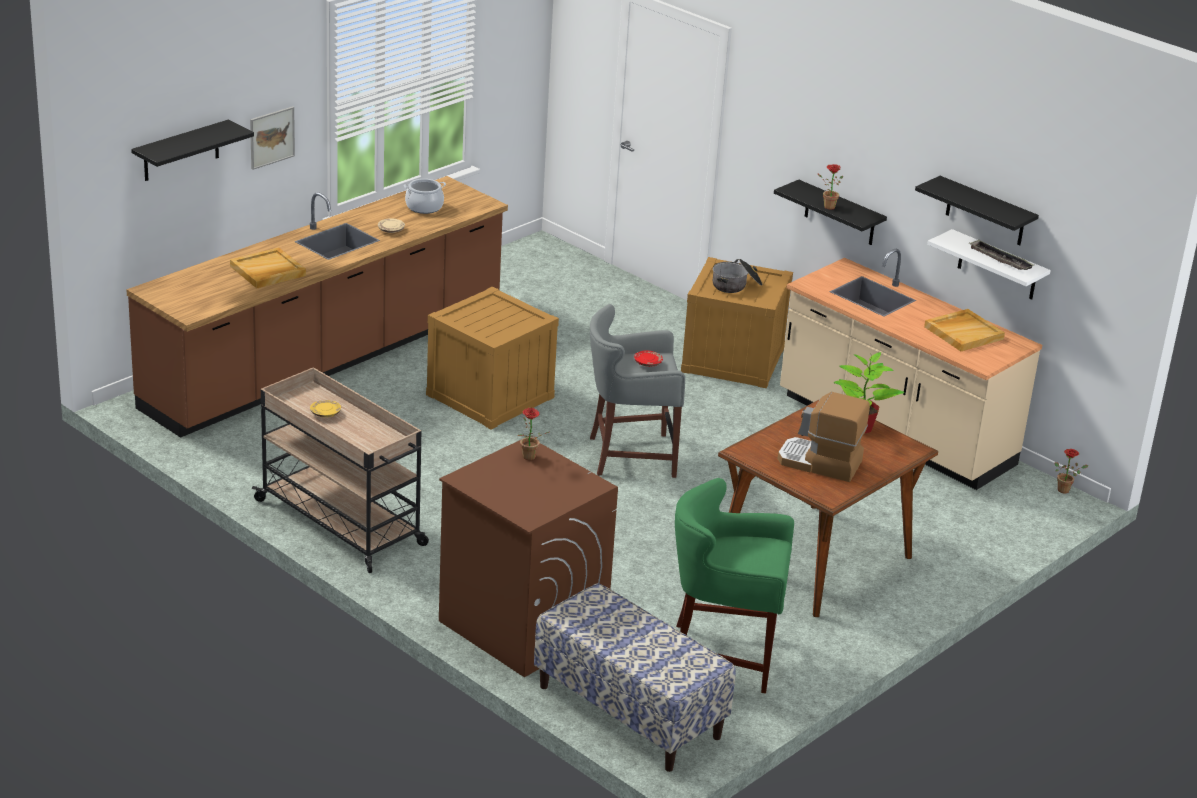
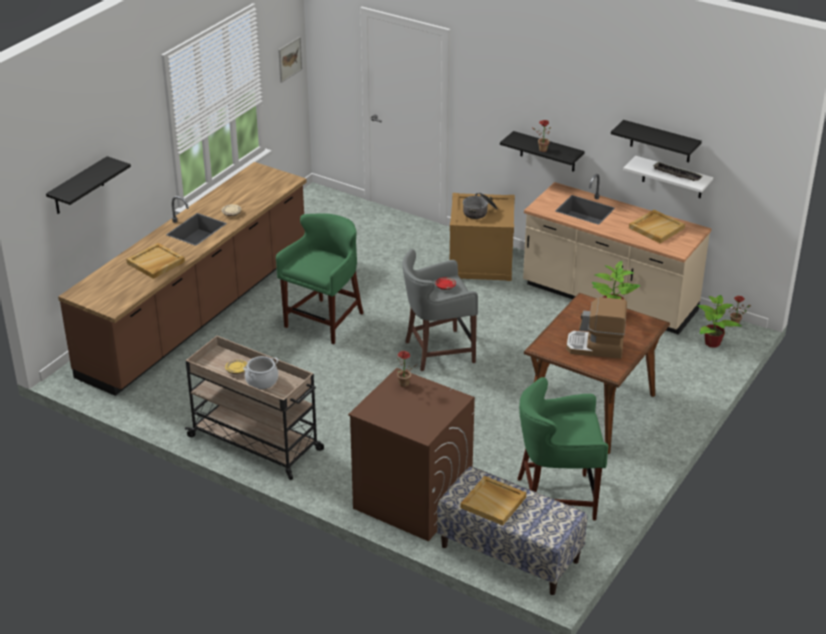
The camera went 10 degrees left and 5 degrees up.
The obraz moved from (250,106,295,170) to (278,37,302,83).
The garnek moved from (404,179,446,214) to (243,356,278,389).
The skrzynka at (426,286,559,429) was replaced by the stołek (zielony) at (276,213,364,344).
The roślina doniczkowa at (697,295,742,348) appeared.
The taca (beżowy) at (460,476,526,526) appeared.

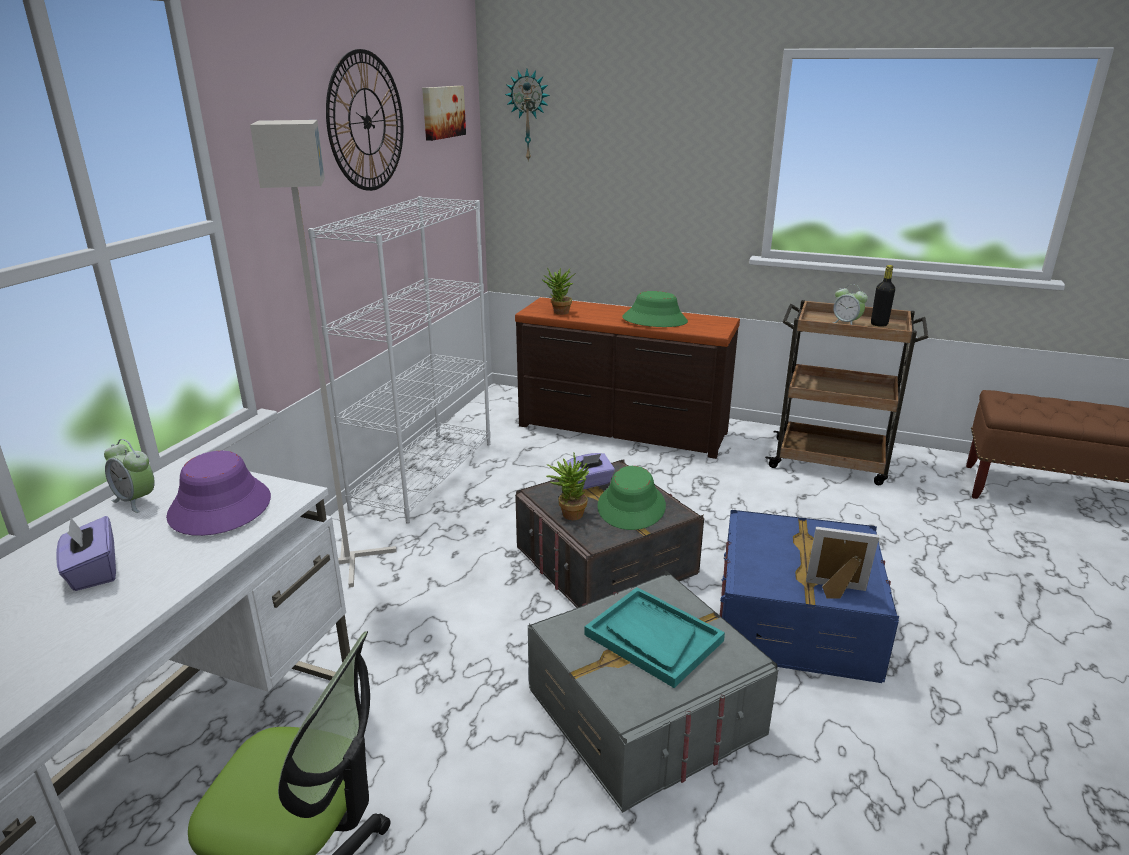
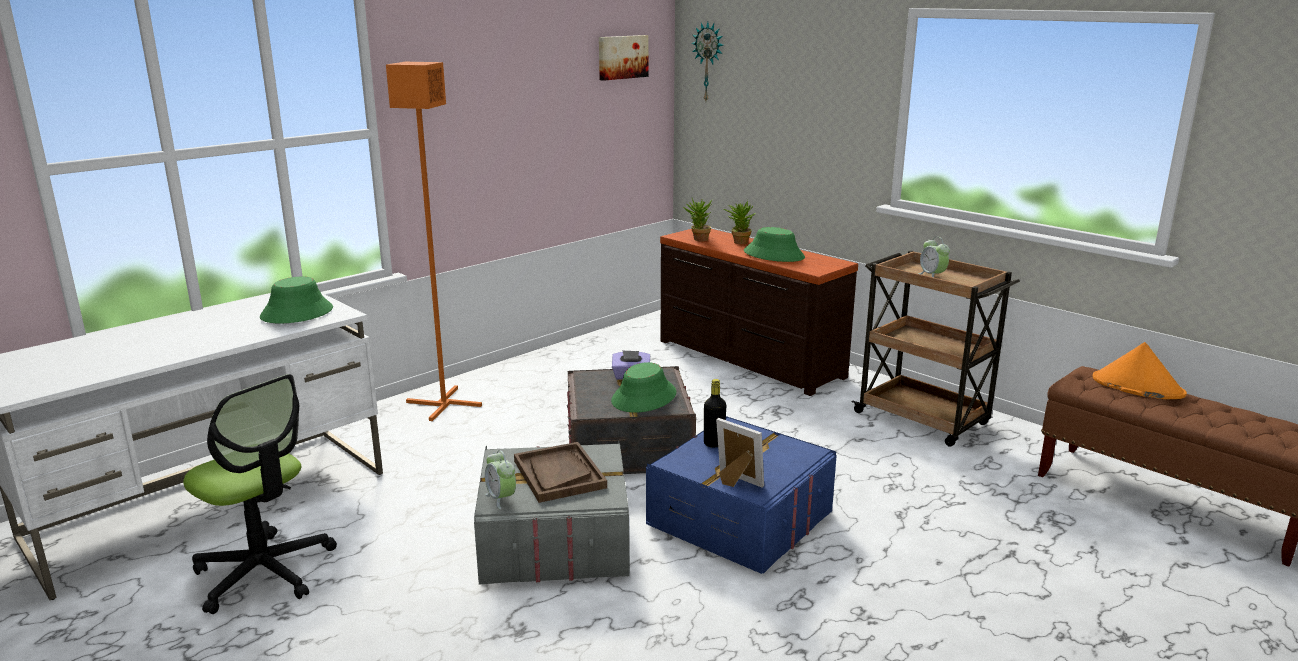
The camera went 25 degrees right and 5 degrees down.
The zegar ścienny at (326,49,403,191) disappeared.
The lampa stojąca (szary) at (250,120,397,588) became the lampa stojąca (pomarańczowy) at (386,62,482,421).
The regał (biały) at (308,196,491,524) disappeared.
The butelka (czarny) moved from (871,265,895,327) to (704,379,726,448).
The budzik moved from (104,439,155,513) to (485,450,516,509).
The kapelusz (fioletowy) at (166,451,271,536) became the kapelusz (zielony) at (260,277,333,323).
The roślina doniczkowa moved from (546,453,589,520) to (723,200,756,244).
The pudełko chusteczek (fioletowy) at (56,516,116,591) disappeared.
The taca (turkusowy) at (584,587,725,688) became the taca (brązowy) at (514,442,607,503).
The kapelusz (pomarańczowy) at (1093,342,1187,399) appeared.

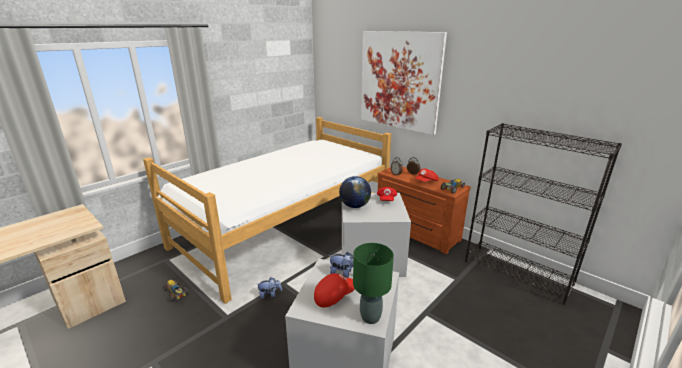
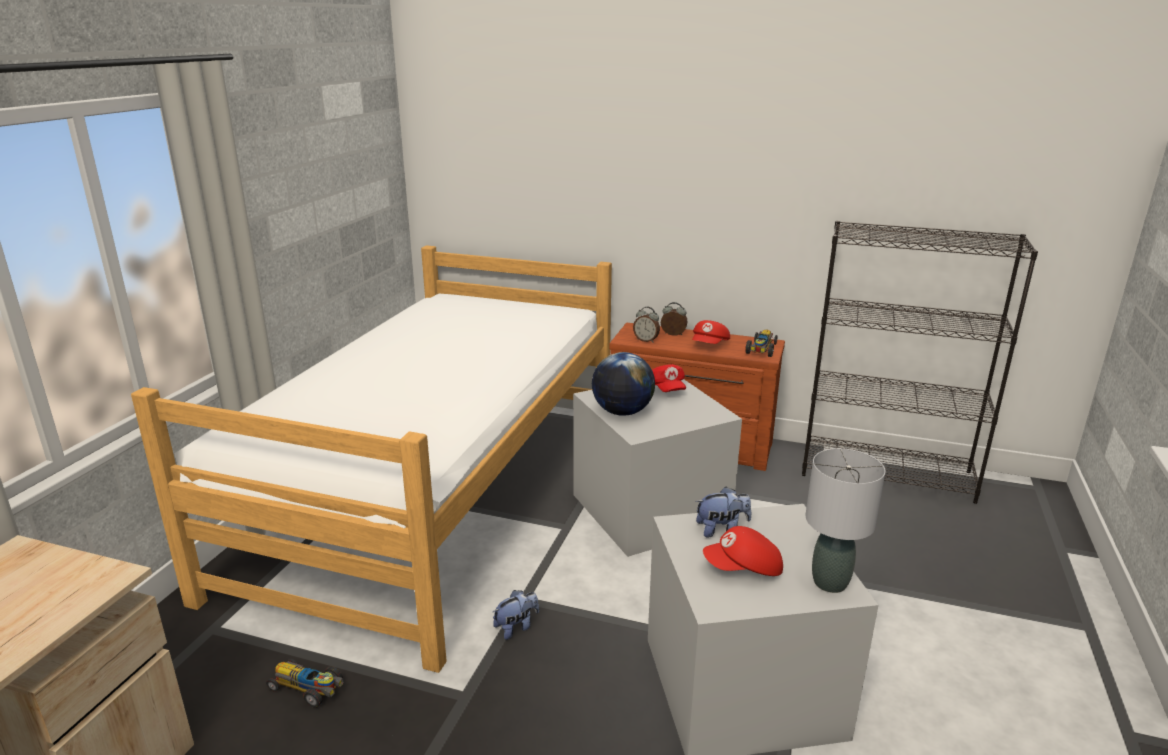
The camera went 25 degrees left and 0 degrees up.
The obraz at (361,31,447,135) disappeared.
The lampa stołowa (zielony) at (353,243,394,324) became the lampa stołowa (szary) at (805,448,886,593).
The czapka z daszkiem (czerwony) at (314,273,355,307) turned 135 degrees counterclockwise.

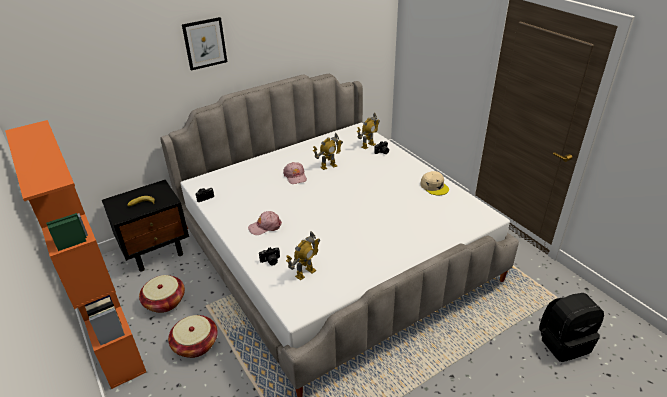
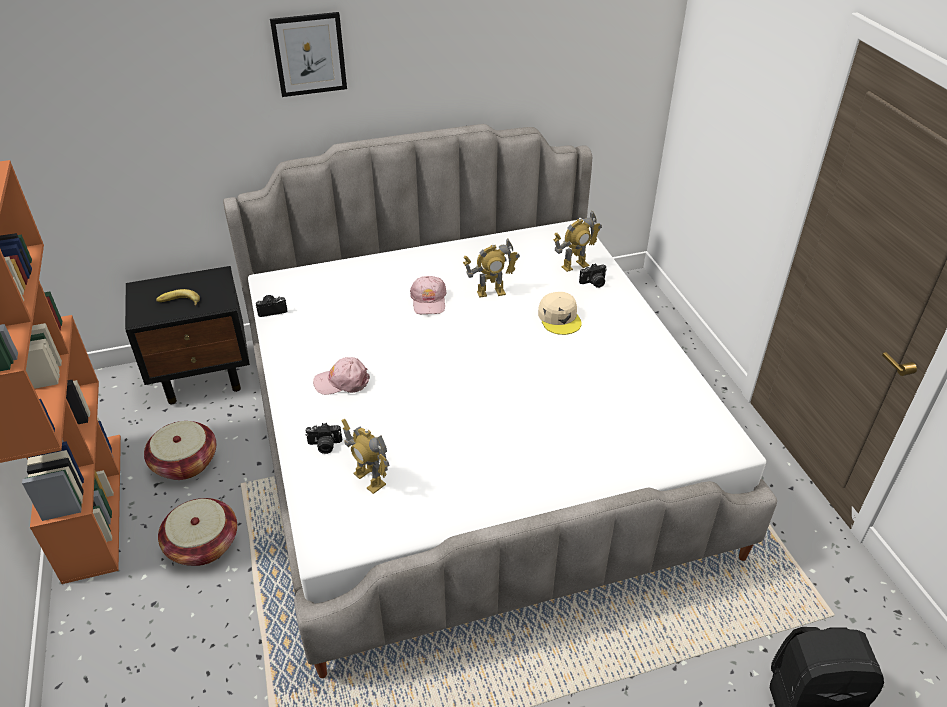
The camera went 15 degrees right and 5 degrees up.
The czapka z daszkiem (beżowy) moved from (421,171,449,195) to (538,292,582,335).
The robot zabawkowy at (286,231,320,280) turned 75 degrees clockwise.

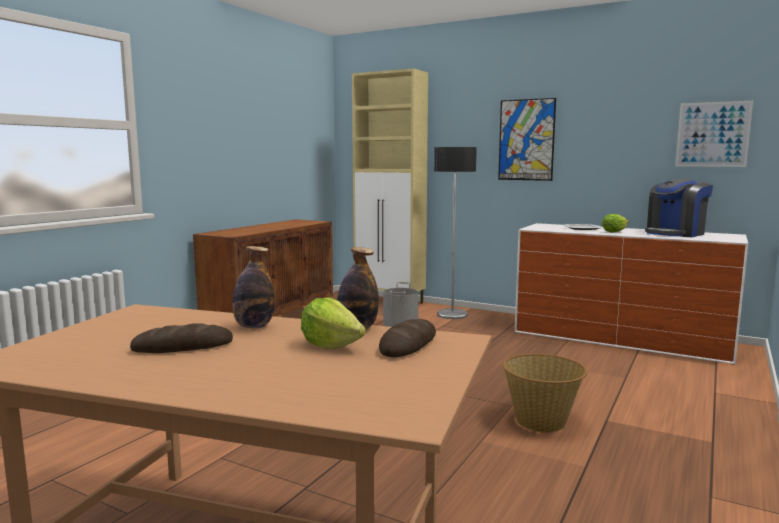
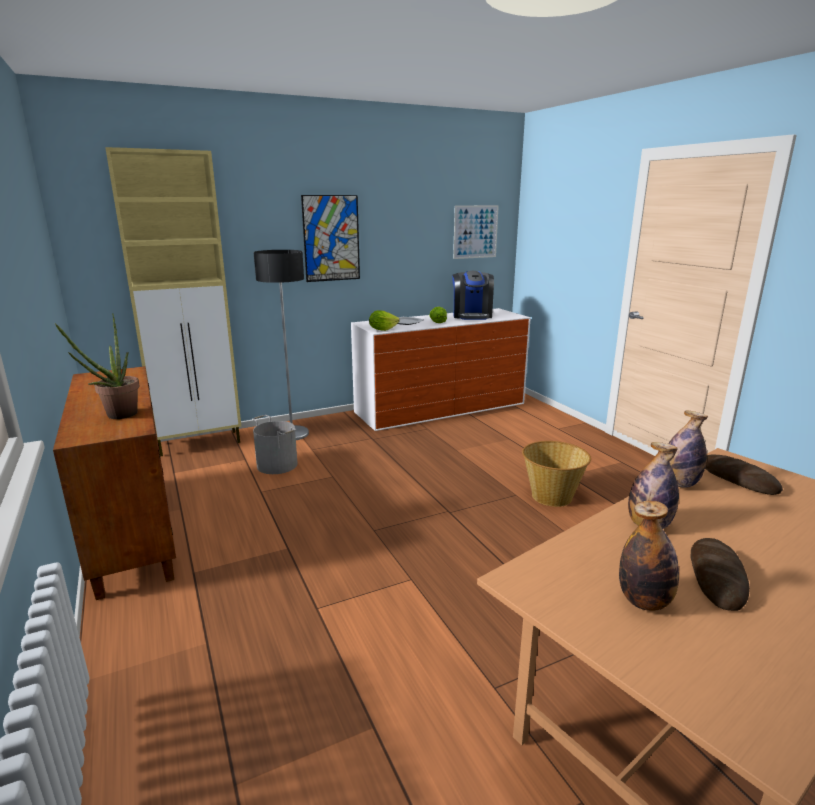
The camera went 55 degrees left and 10 degrees up.
The sałata moved from (301,297,366,349) to (369,310,400,331).
The roślina doniczkowa at (55,313,140,419) appeared.
The butelka at (619,501,679,611) appeared.

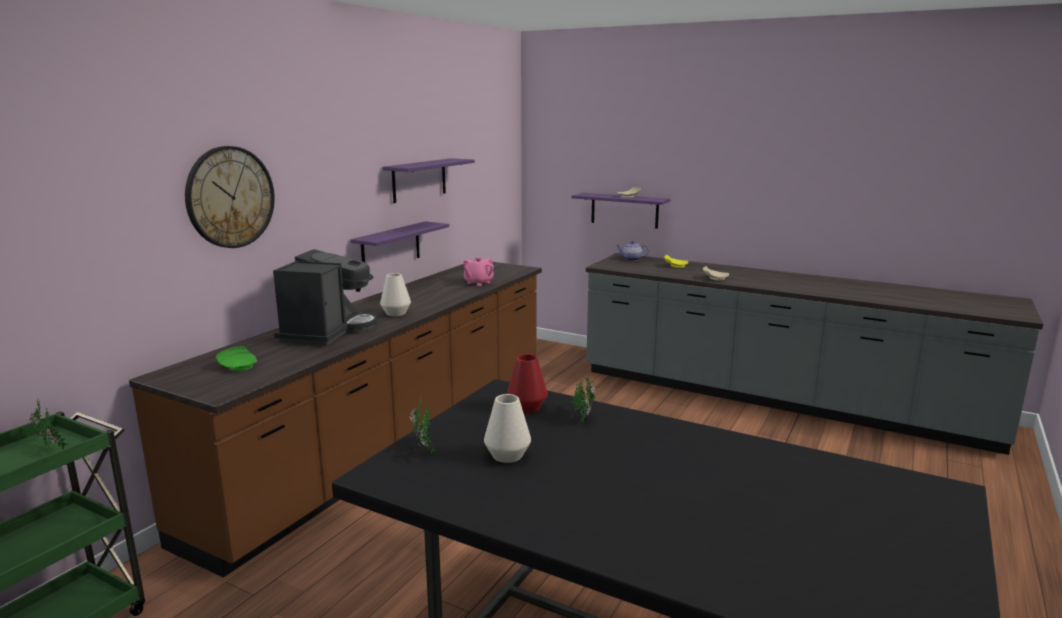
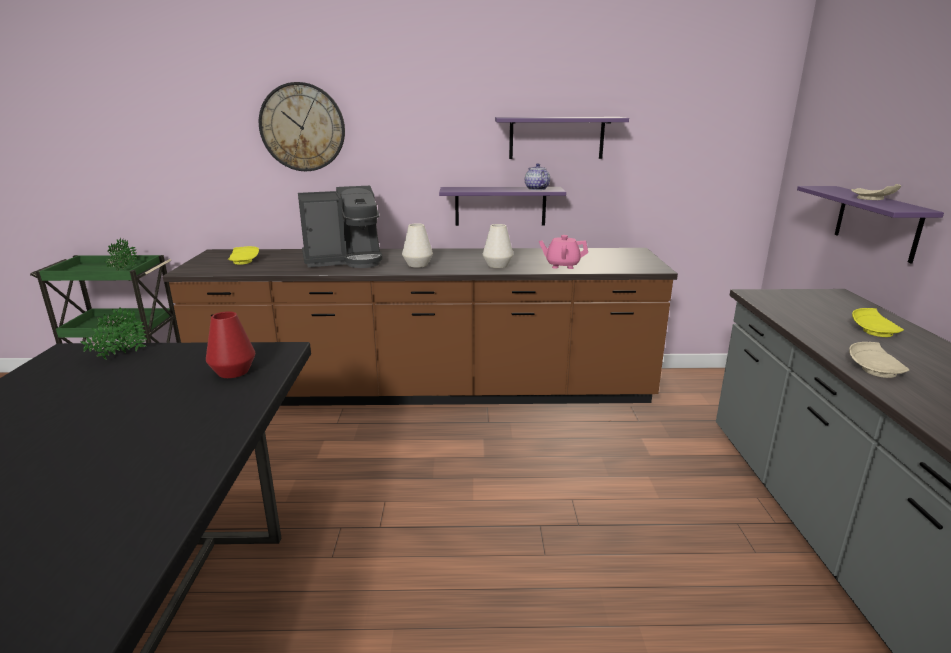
The camera went 60 degrees right and 5 degrees up.
The imbryk moved from (616,241,649,261) to (525,163,550,190).
The talerz (zielony) at (216,346,257,372) became the talerz (żółty) at (228,246,259,265).
The roślina doniczkowa at (570,377,596,422) disappeared.
The wazon (biały) moved from (484,394,531,463) to (483,224,513,268).

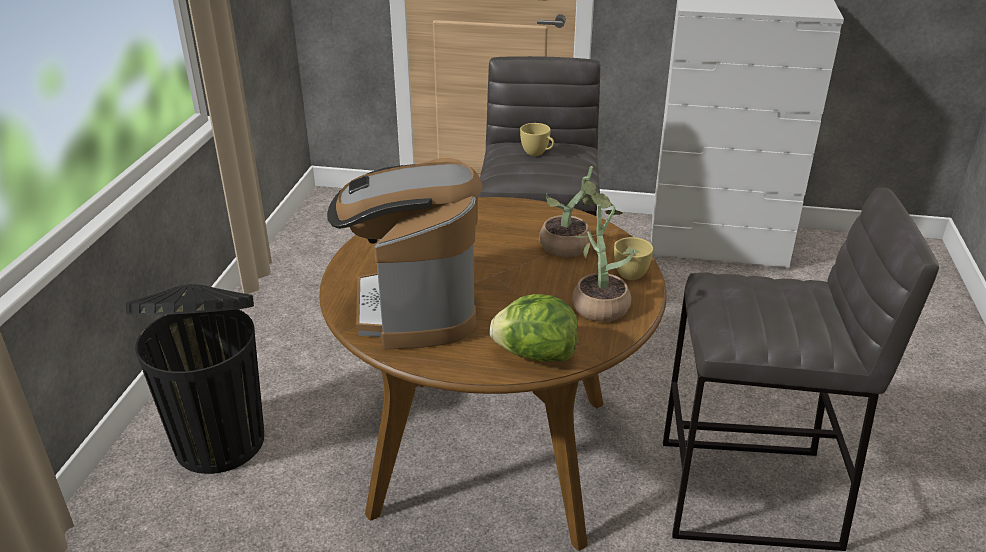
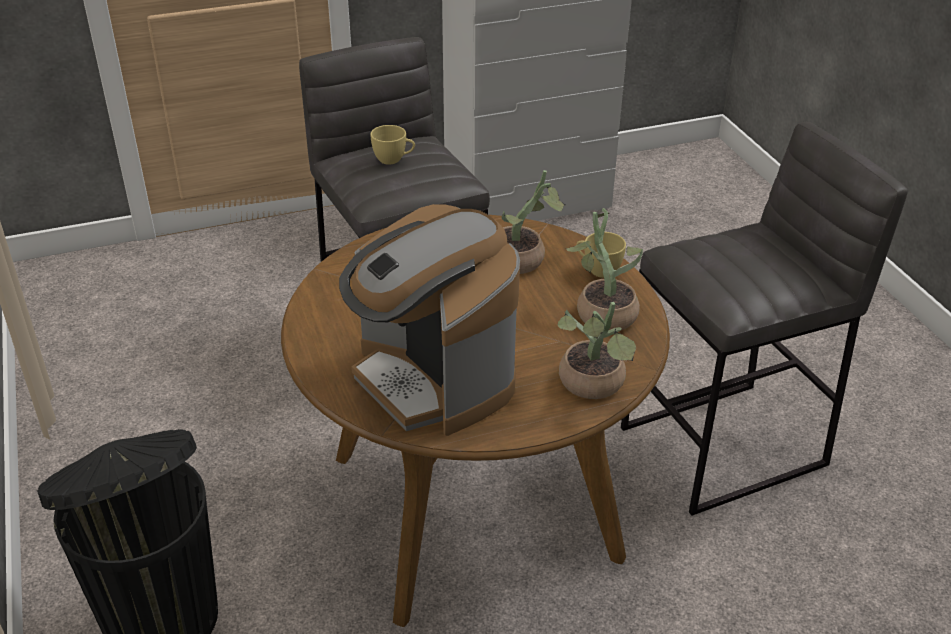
The camera went 30 degrees left and 5 degrees up.
The sałata at (490,294,578,361) was replaced by the roślina doniczkowa at (557,302,636,399).

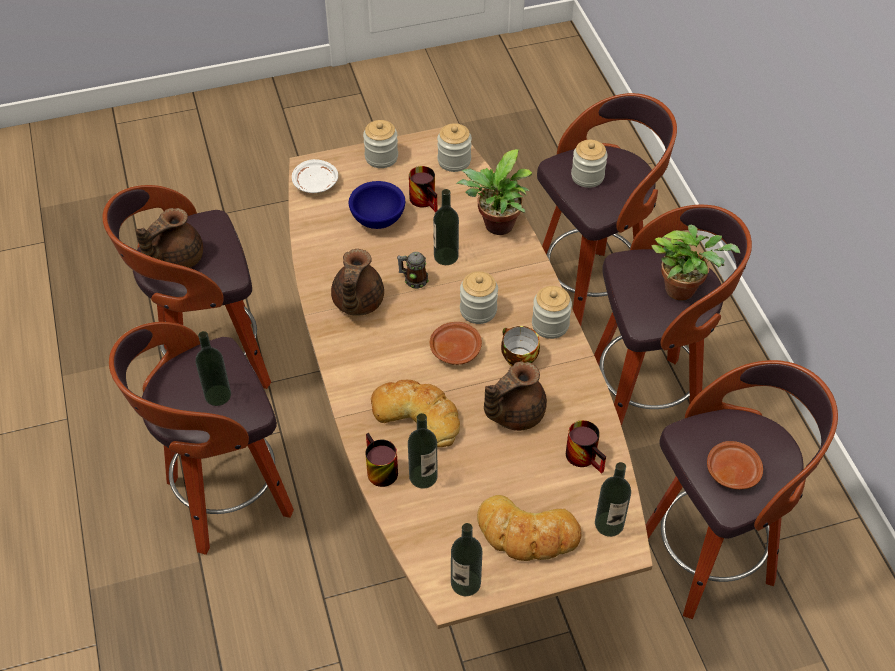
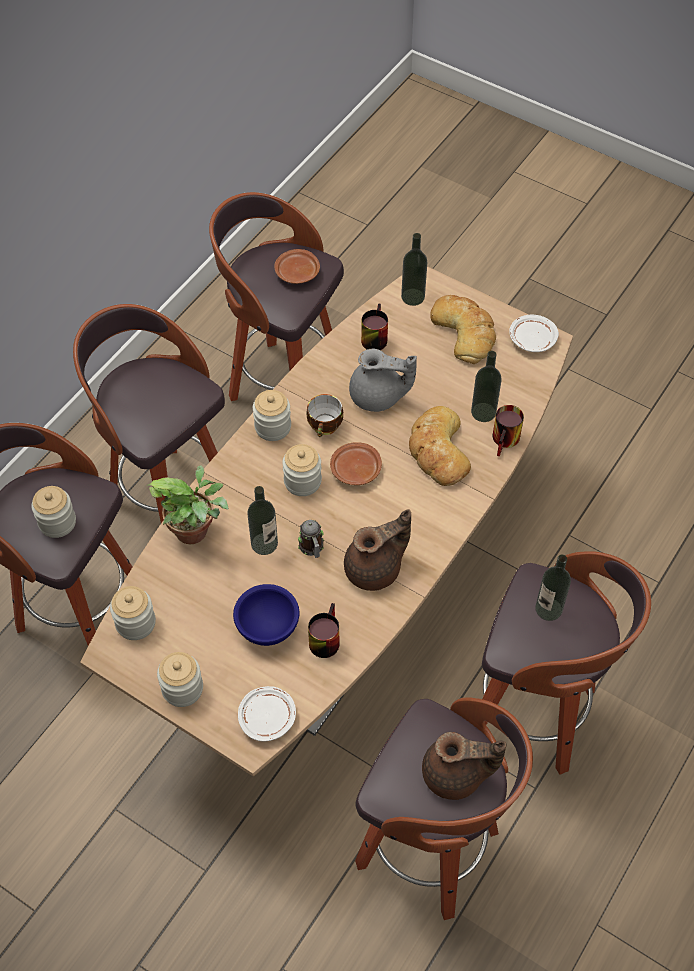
The camera went 130 degrees left and 5 degrees up.
The kubek moved from (409,166,438,212) to (308,603,339,658).
The roślina doniczkowa at (651,224,740,301) disappeared.
The imbryk (brązowy) at (484,361,547,431) became the imbryk (szary) at (349,349,417,412).
The butelka at (451,523,482,596) was replaced by the talerz (biały) at (509,315,559,352).

